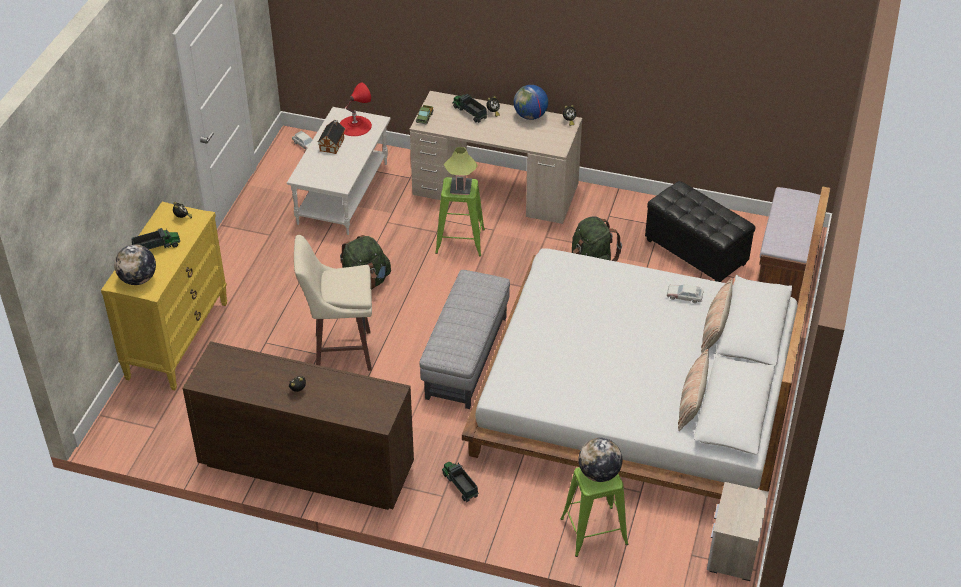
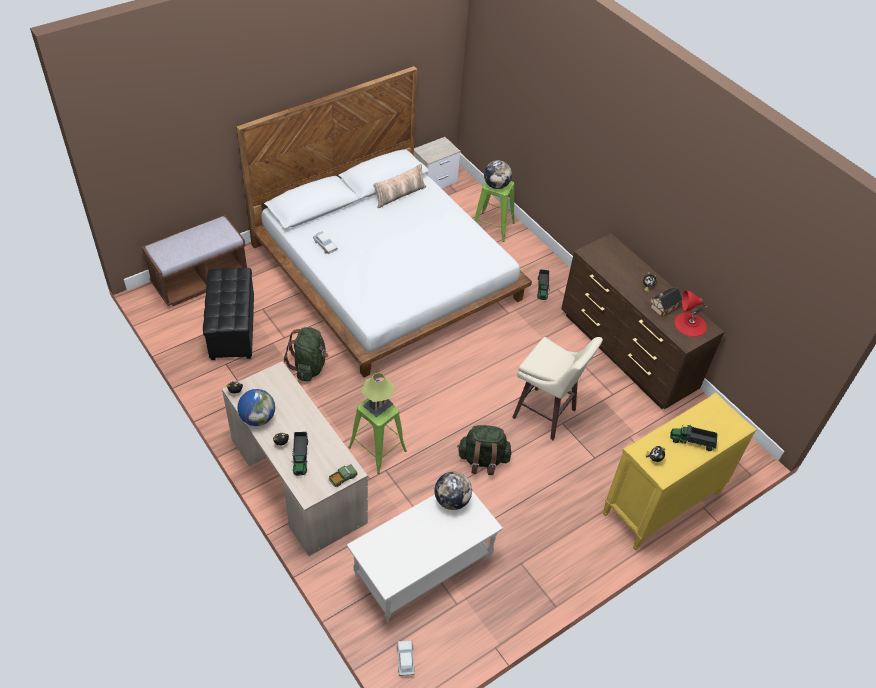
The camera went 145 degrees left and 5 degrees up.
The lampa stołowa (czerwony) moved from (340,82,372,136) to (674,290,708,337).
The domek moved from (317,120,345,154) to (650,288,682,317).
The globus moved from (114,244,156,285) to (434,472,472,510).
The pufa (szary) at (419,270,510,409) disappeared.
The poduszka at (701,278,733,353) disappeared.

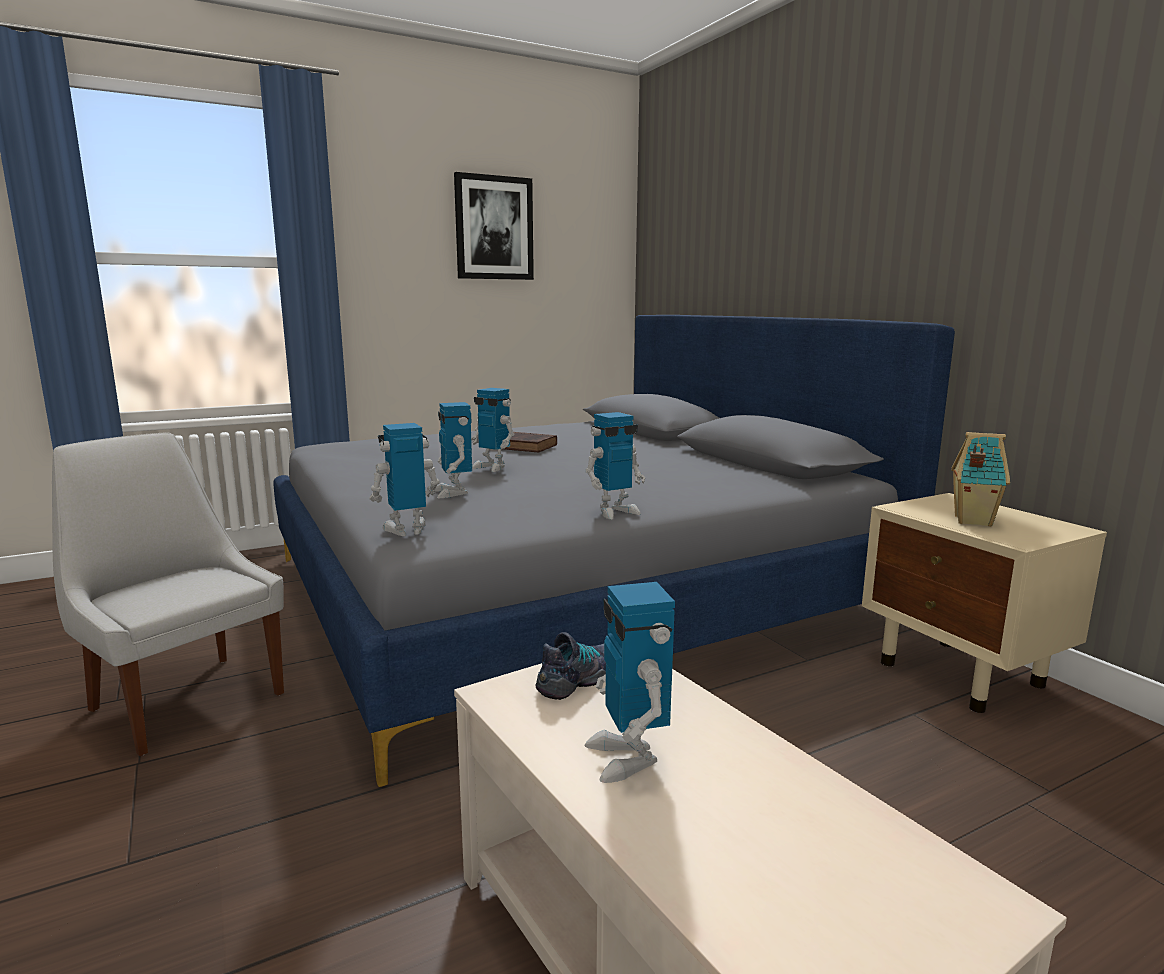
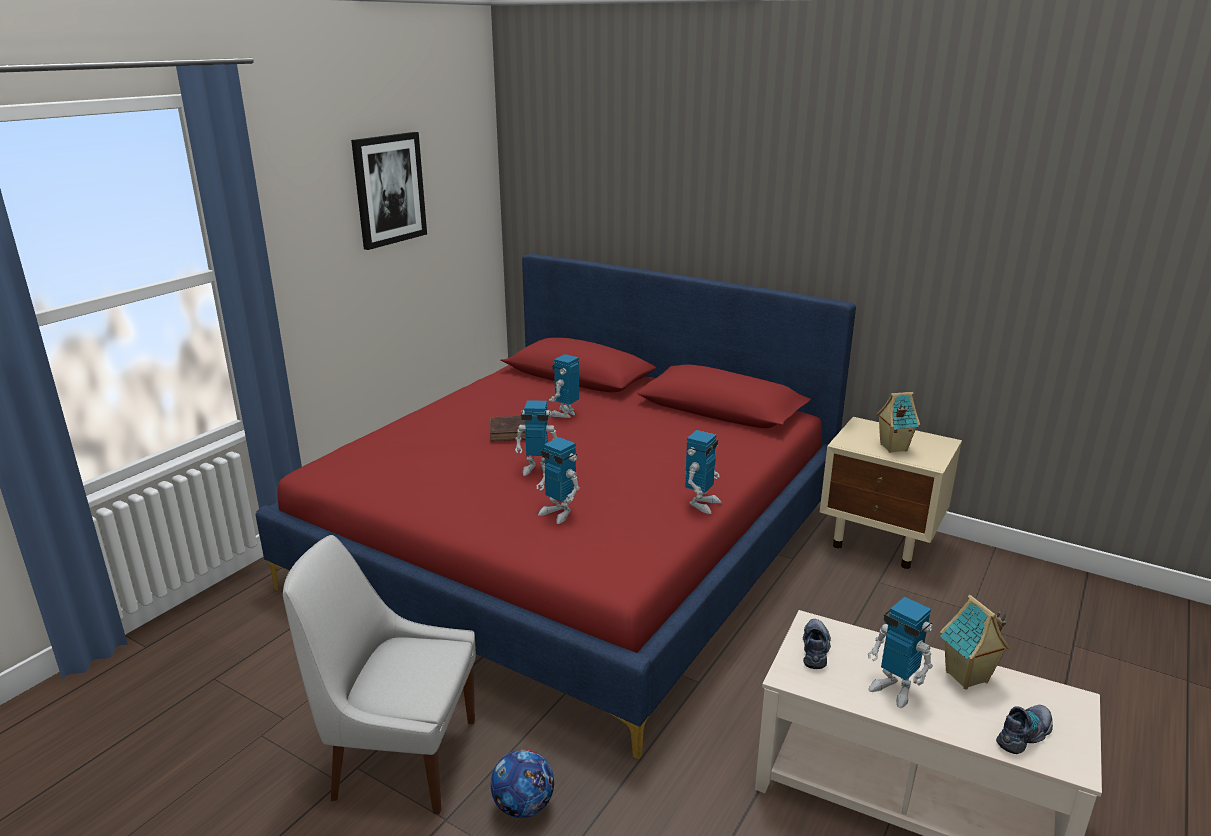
The camera went 30 degrees left and 10 degrees up.
The łóżko (szary) at (273,315,955,787) became the łóżko (czerwony) at (256,254,856,759).
The robot zabawkowy moved from (369,423,440,536) to (549,354,579,418).
The domek at (940,595,1010,690) appeared.
The but at (996,705,1053,754) appeared.
The piłka futbolowa at (490,749,554,818) appeared.

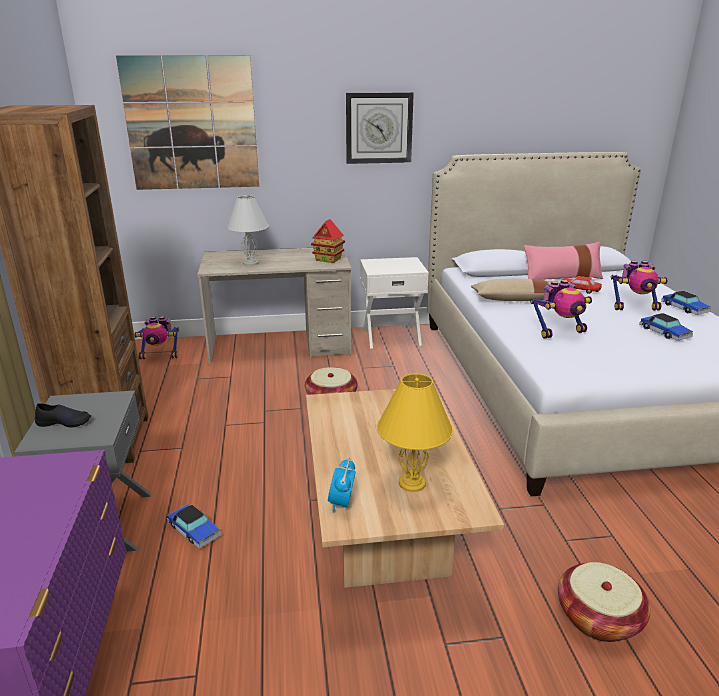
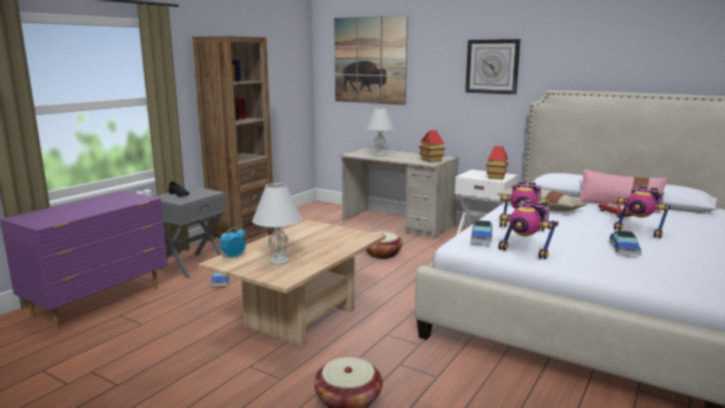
The camera went 40 degrees right and 10 degrees down.
The samochodzik moved from (661,291,711,315) to (471,220,493,244).
The robot zabawkowy moved from (134,316,179,359) to (498,200,559,259).
The lampa stołowa (żółty) at (377,373,453,492) became the lampa stołowa (biały) at (252,183,302,265).
The domek at (486,146,508,180) appeared.

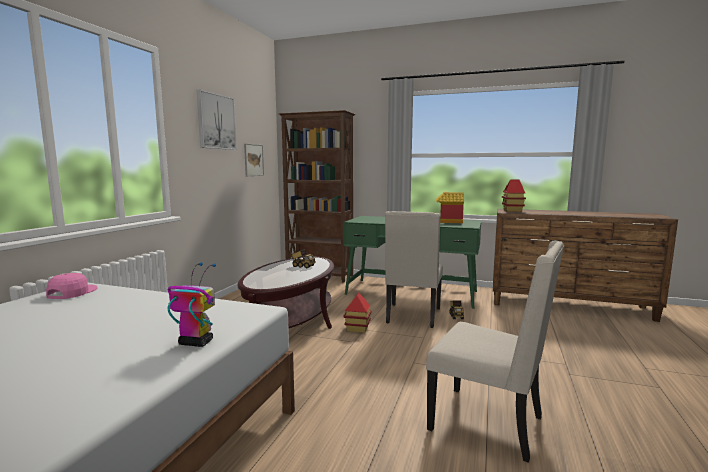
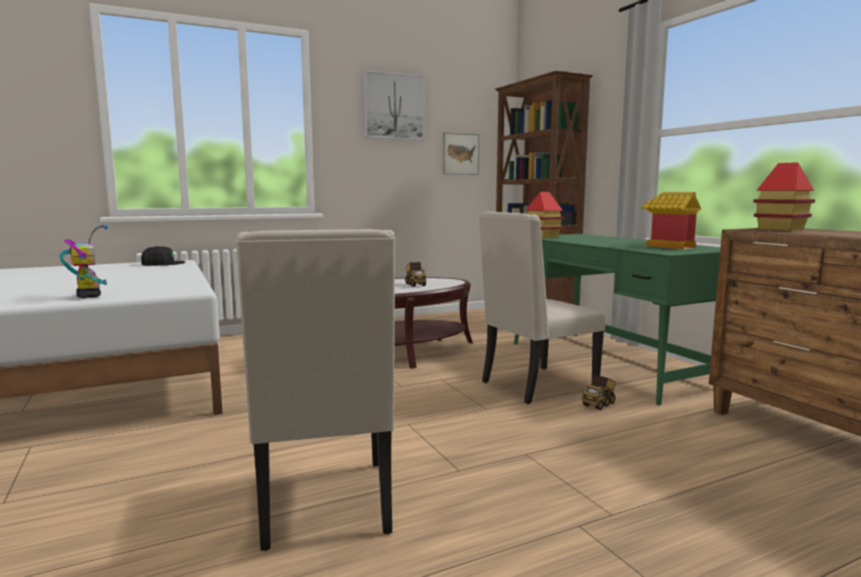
The camera went 45 degrees right and 0 degrees up.
The czapka z daszkiem (różowy) at (46,273,98,299) became the czapka z daszkiem (czarny) at (141,246,185,266).
The domek moved from (343,293,372,333) to (526,192,564,238).

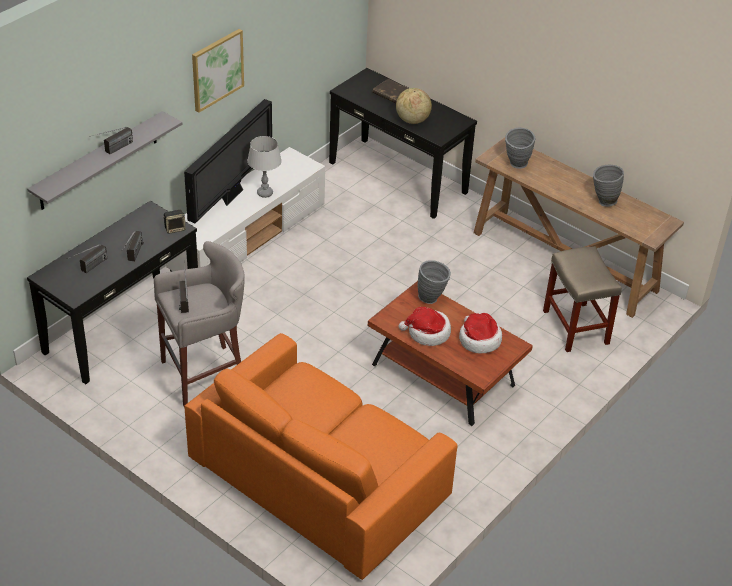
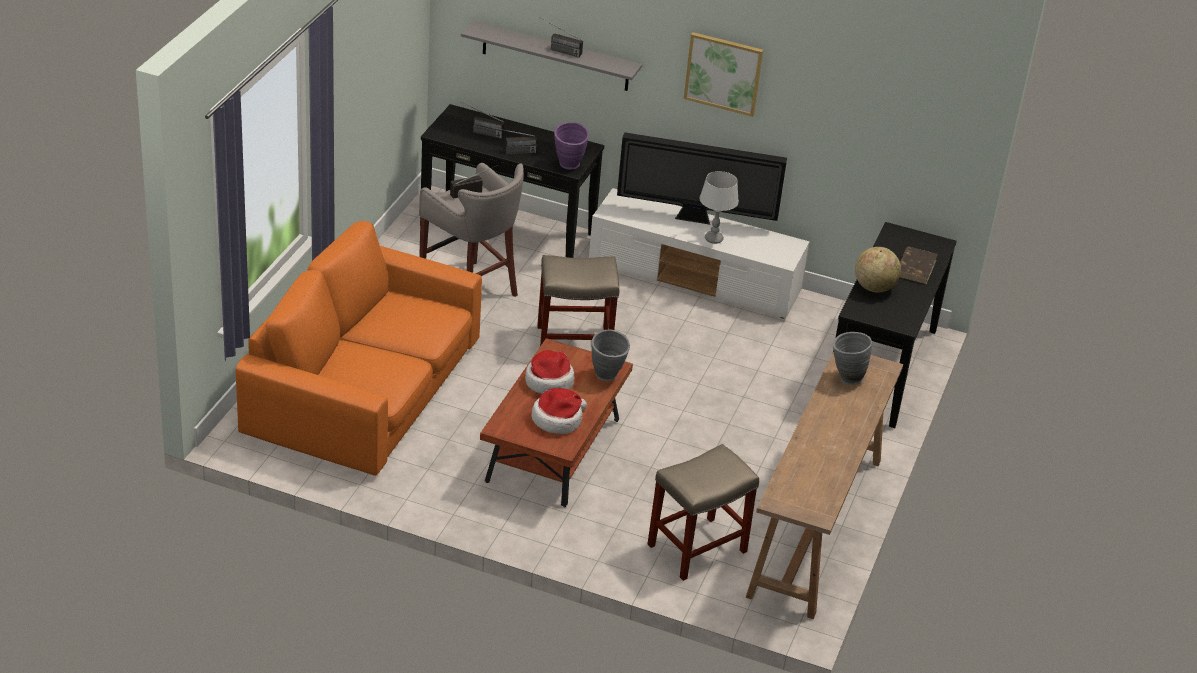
The camera went 70 degrees right and 5 degrees down.
The wazon (szary) at (593,165,624,207) disappeared.
The głośnik at (163,210,186,234) was replaced by the wazon (fioletowy) at (554,122,589,170).
The stołek (beżowy) at (537,255,619,346) appeared.

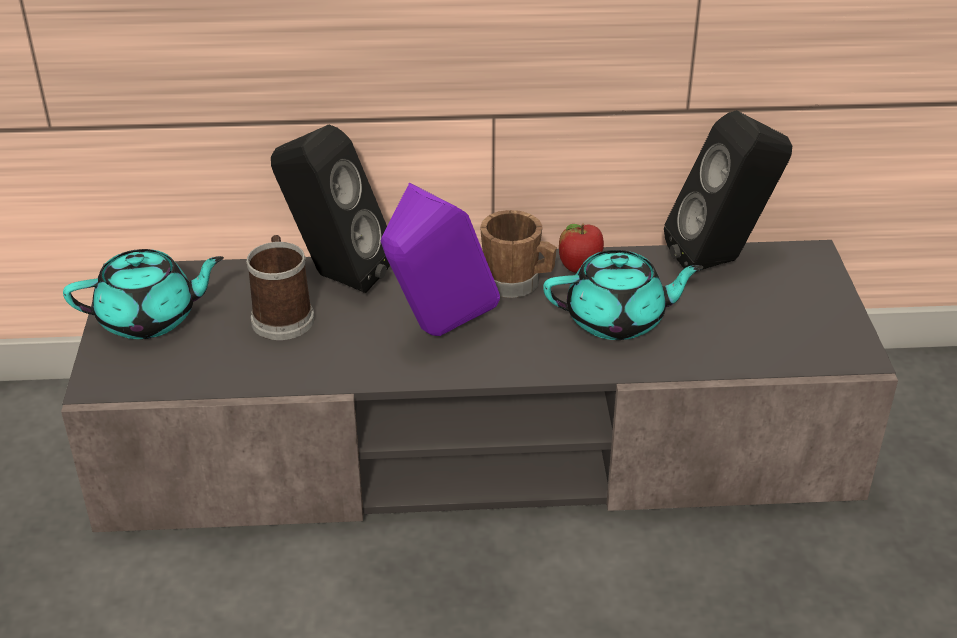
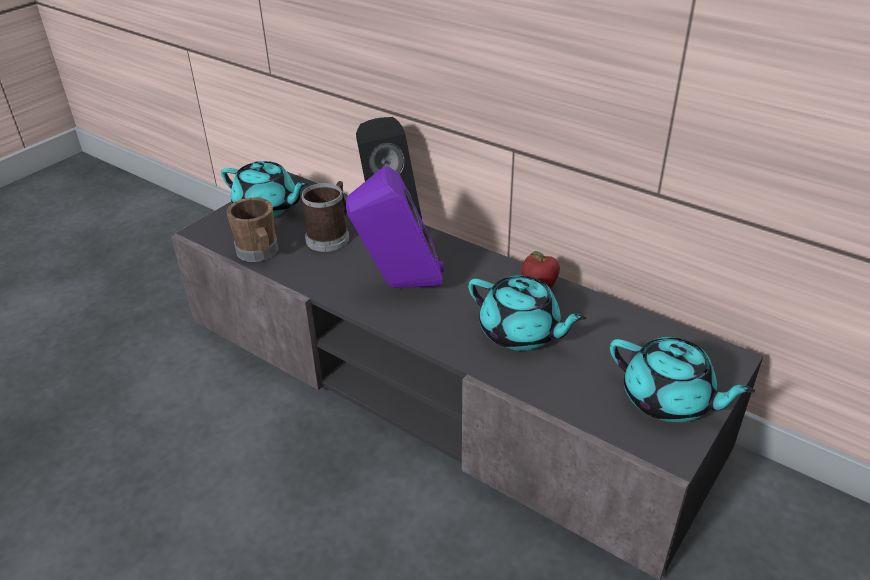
The camera went 40 degrees right and 0 degrees up.
The głośnik (czarny) at (664,110,792,270) disappeared.
The kubek (brązowy) moved from (480,210,557,298) to (226,198,279,262).
The imbryk (turkusowy) at (610,337,755,422) appeared.

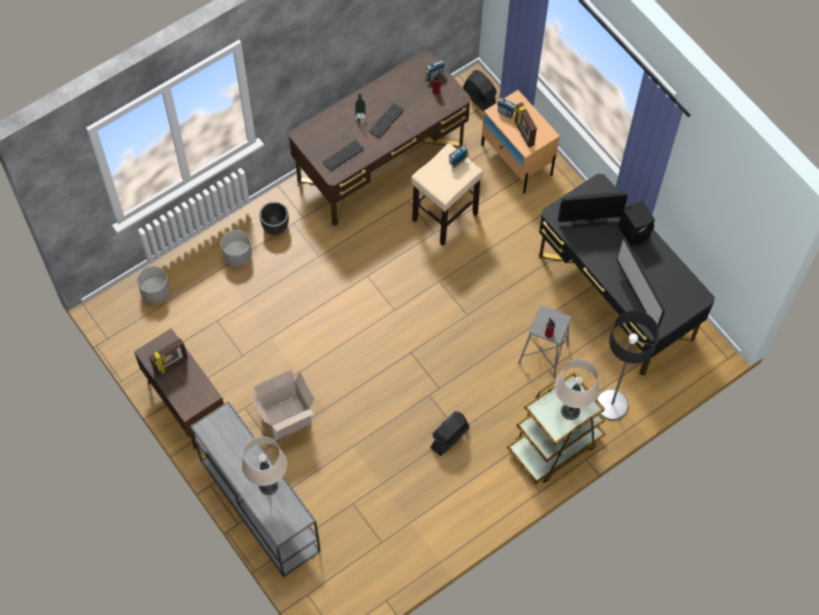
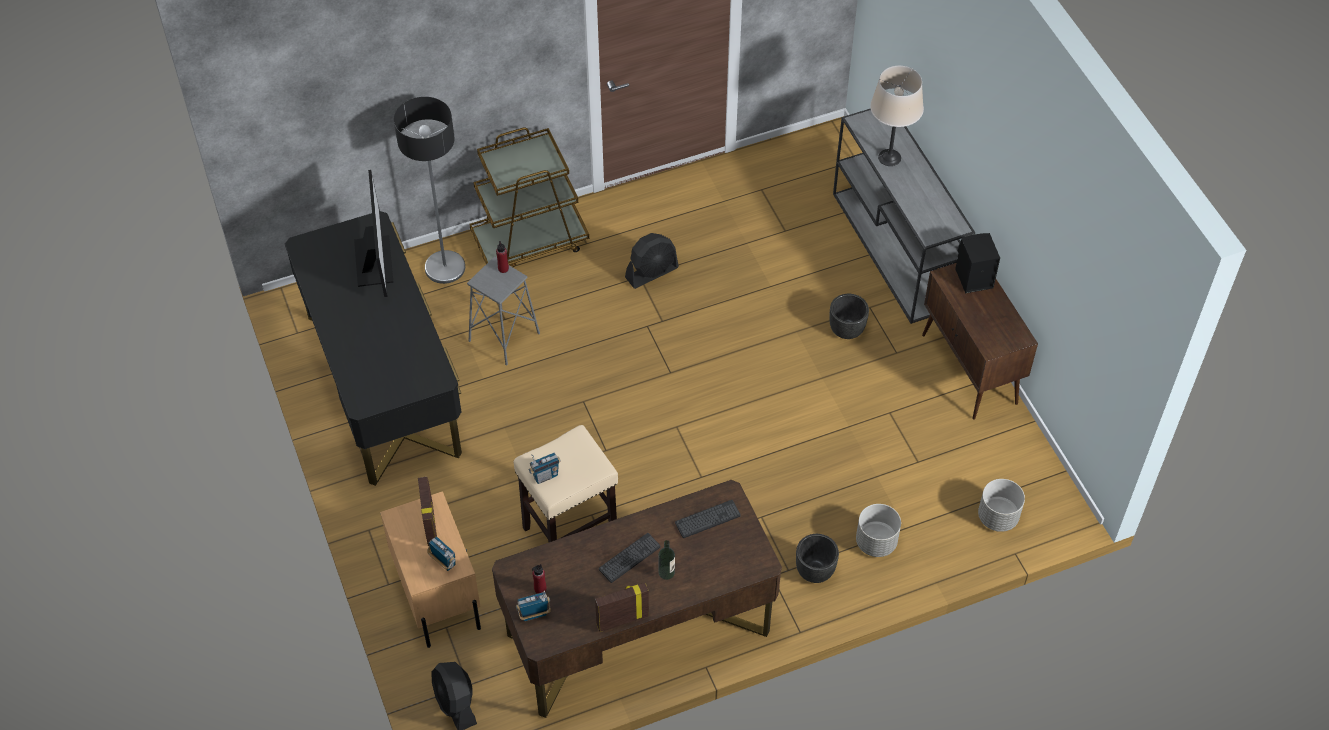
The camera went 165 degrees left and 10 degrees down.
The monitor at (558,193,628,228) disappeared.
The głośnik (czarny) moved from (618,200,655,246) to (955,233,1000,294).
The ramka na zdjęcie moved from (149,338,188,376) to (595,583,649,632).
The lampa stołowa (beżowy) at (555,359,599,420) disappeared.
The karton at (250,369,315,441) was replaced by the donica (czarny) at (829,294,869,339).

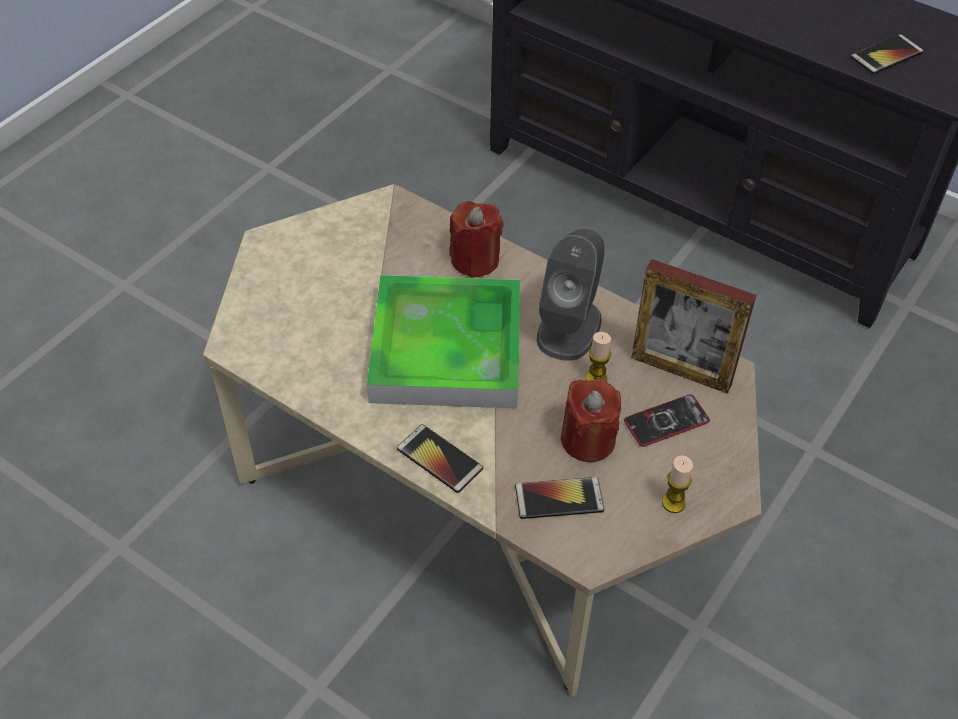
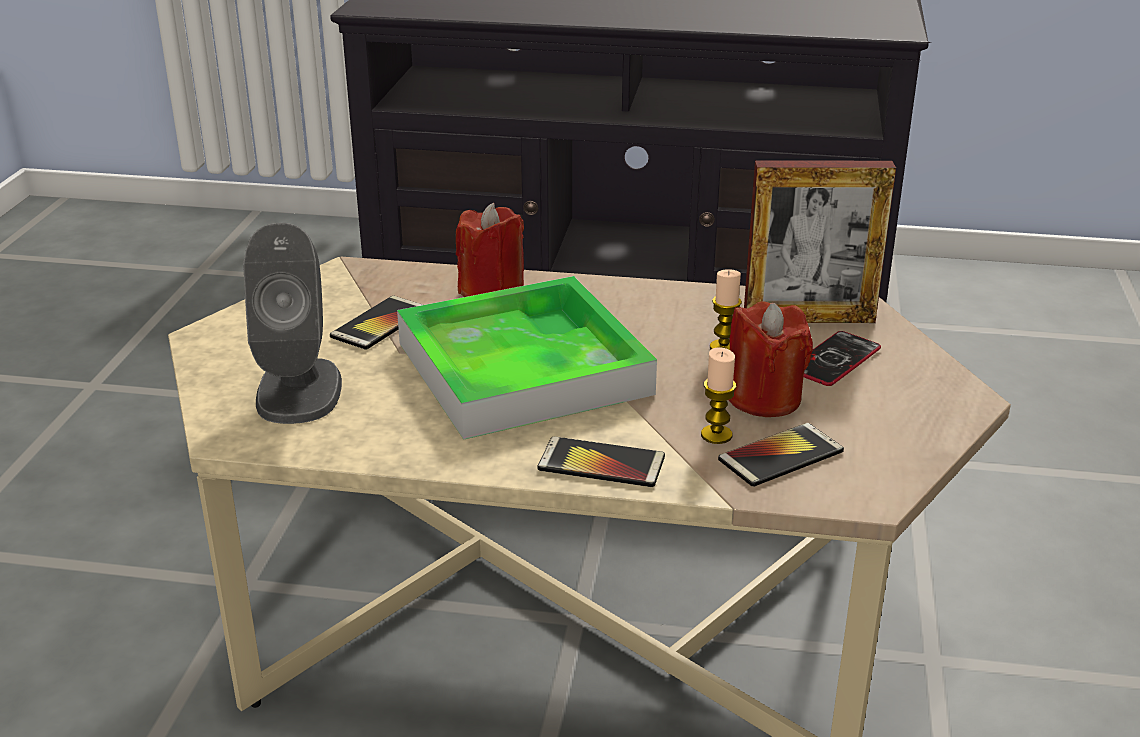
The camera went 25 degrees left and 20 degrees down.
The telefon moved from (850,34,924,74) to (330,296,423,350).
The głośnik (szary) moved from (537,229,605,361) to (243,223,342,424).
The świeca moved from (662,455,693,513) to (701,347,736,444).

